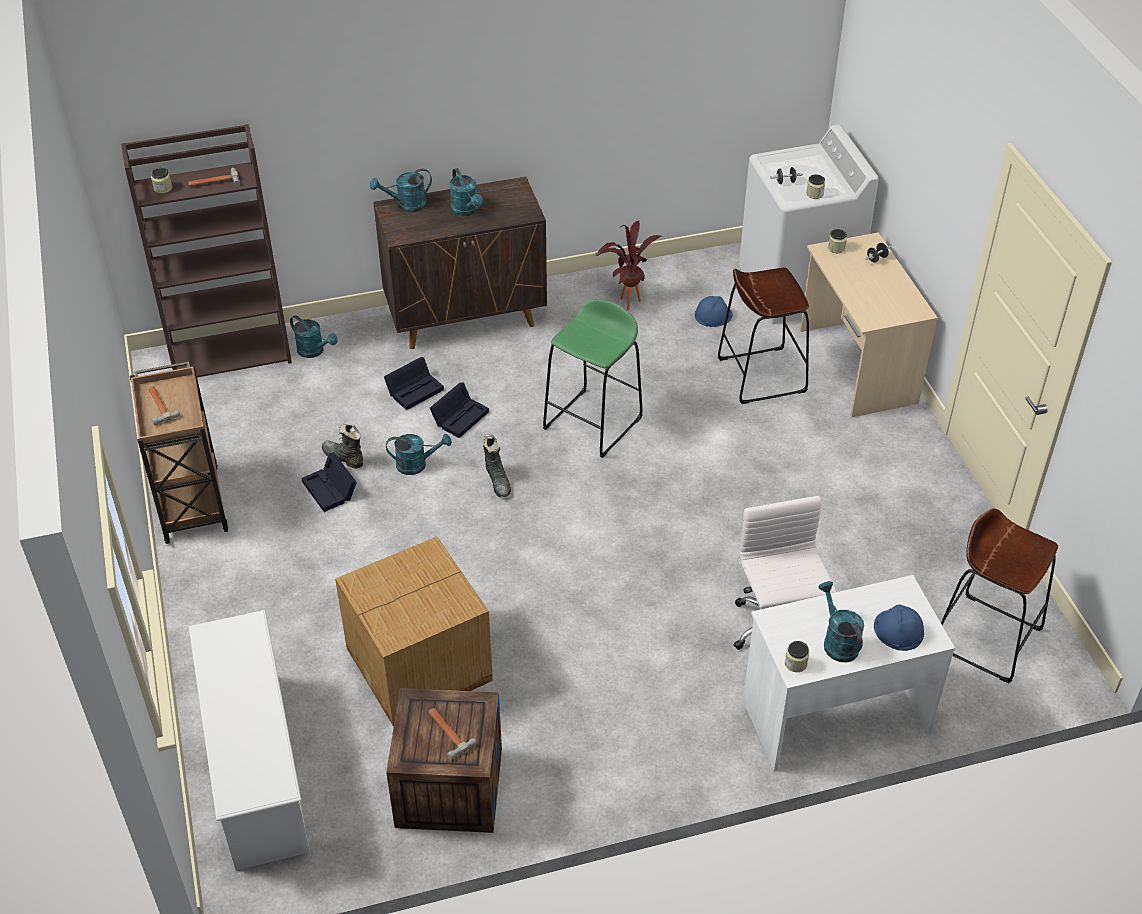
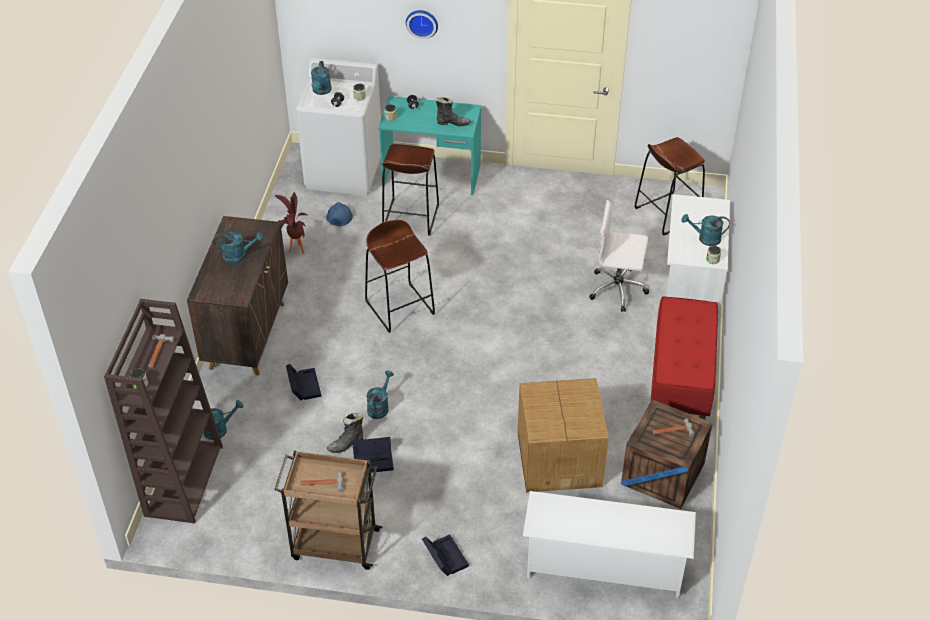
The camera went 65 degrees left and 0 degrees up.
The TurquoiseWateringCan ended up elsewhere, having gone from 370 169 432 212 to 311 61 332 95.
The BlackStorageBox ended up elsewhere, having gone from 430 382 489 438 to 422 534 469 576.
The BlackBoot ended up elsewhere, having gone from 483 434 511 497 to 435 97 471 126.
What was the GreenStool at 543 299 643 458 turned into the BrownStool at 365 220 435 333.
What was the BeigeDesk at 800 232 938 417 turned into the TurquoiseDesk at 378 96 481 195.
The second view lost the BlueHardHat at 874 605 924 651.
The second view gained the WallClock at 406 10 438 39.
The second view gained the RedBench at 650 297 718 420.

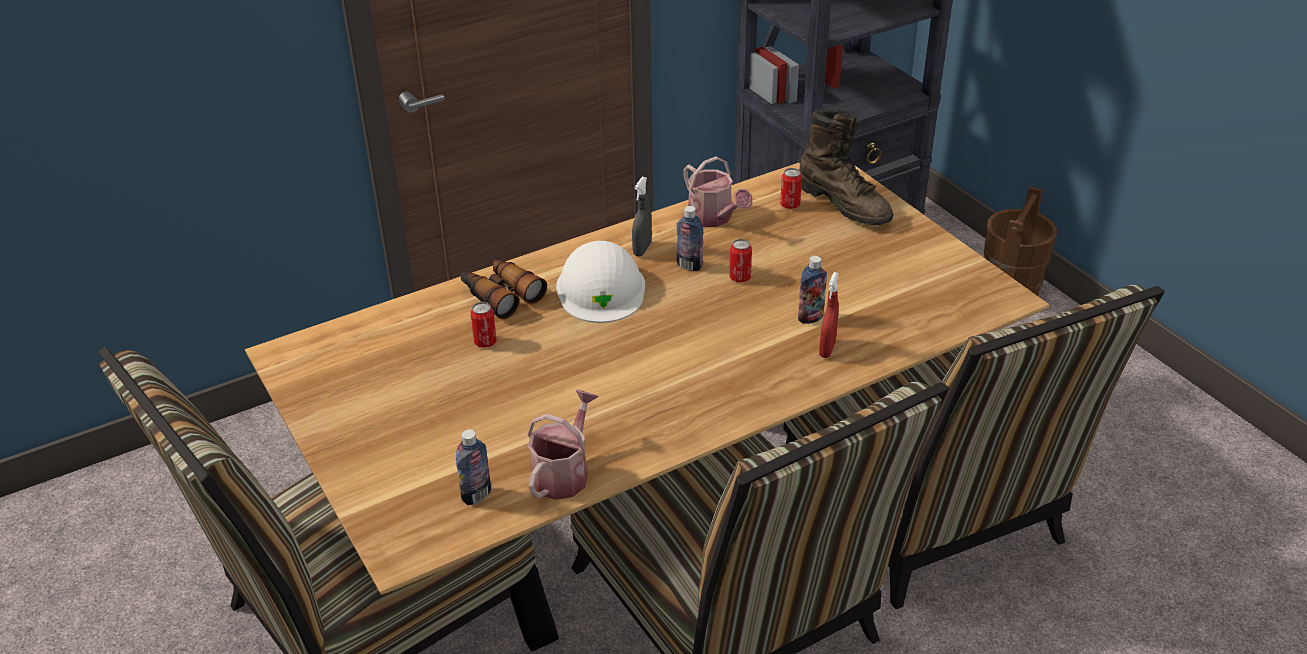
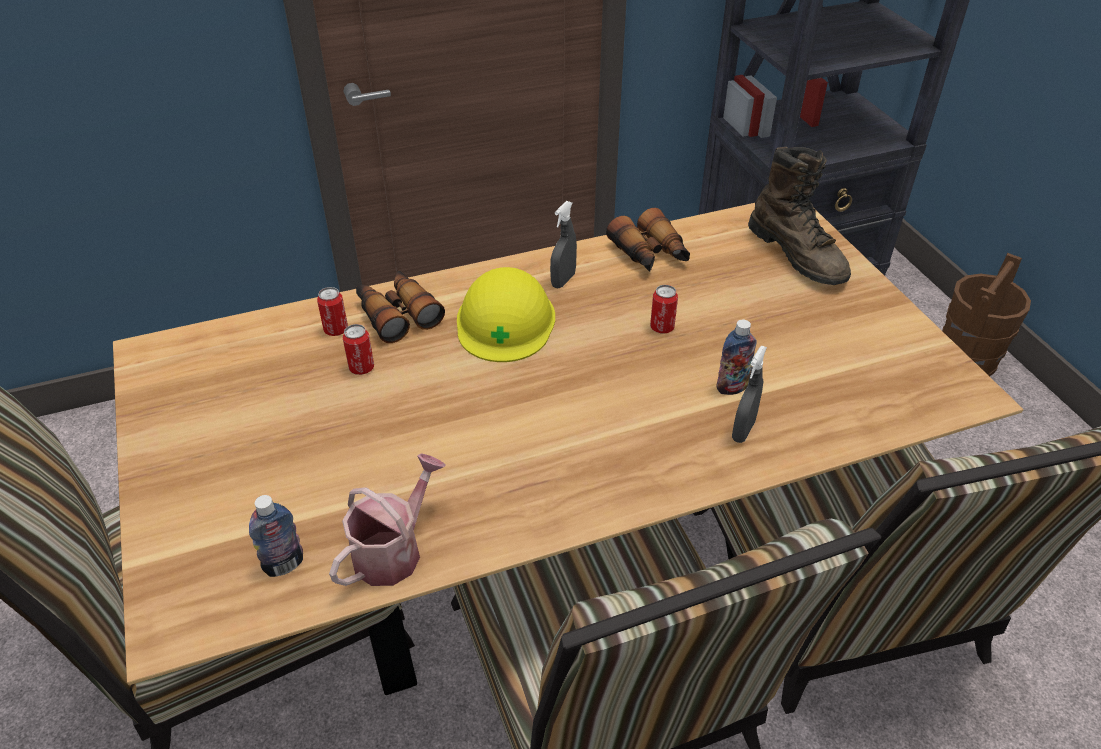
The camera went 10 degrees right and 5 degrees up.
What was the WhiteHardHat at 556 241 645 323 turned into the YellowHardHat at 457 267 555 362.
The second view lost the Bottle at 676 206 704 271.
Where the WateringCan stood at 683 157 752 227, the Binoculars came to stand at 606 208 690 272.
The Can ended up elsewhere, having gone from 780 168 802 209 to 317 287 348 336.
What was the RedSprayBottle at 819 272 839 358 turned into the GreySprayBottle at 732 345 767 443.

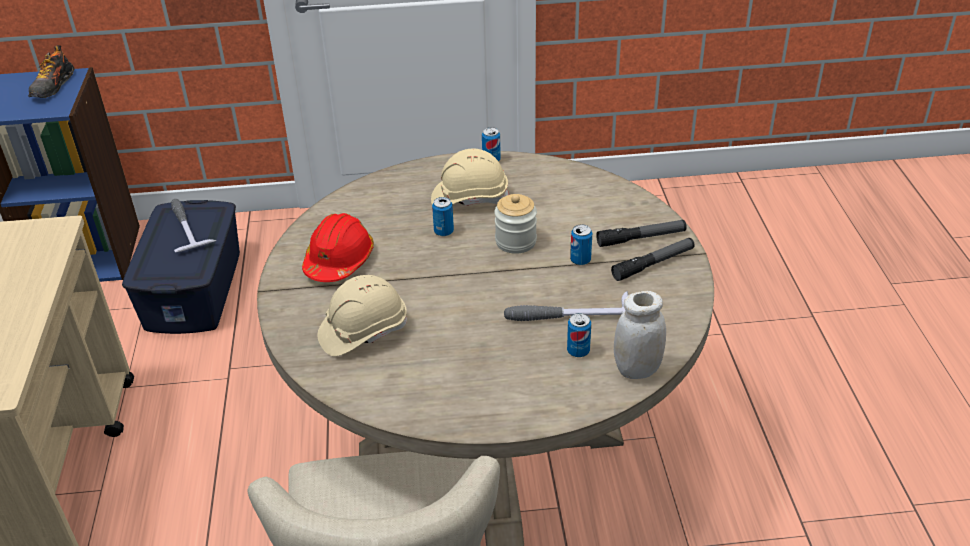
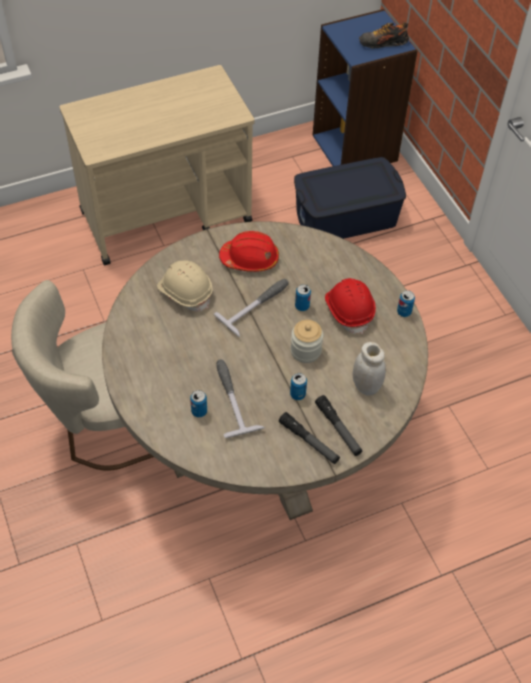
The camera went 70 degrees right and 15 degrees up.
The Hammer ended up elsewhere, having gone from 171 199 217 252 to 214 279 289 338.
What was the BeigeHardHat at 431 148 509 206 turned into the RedHardHat at 325 278 376 334.
The WhiteJar ended up elsewhere, having gone from 614 291 666 379 to 353 342 386 396.

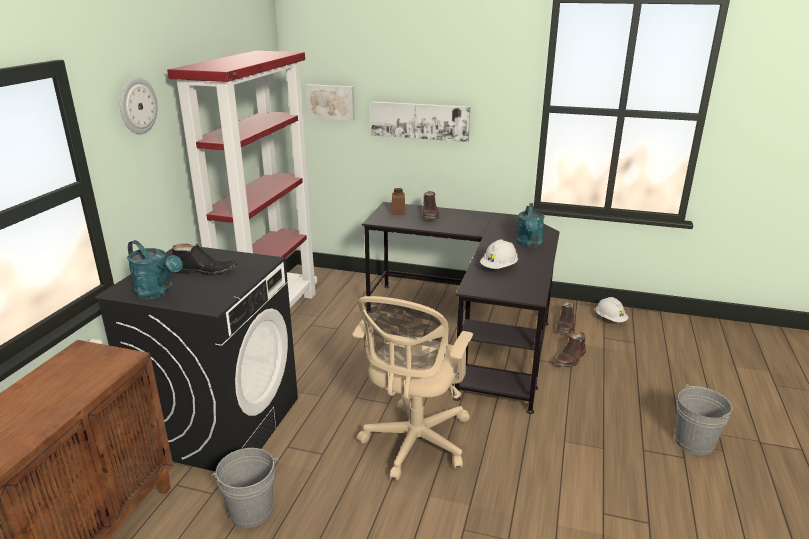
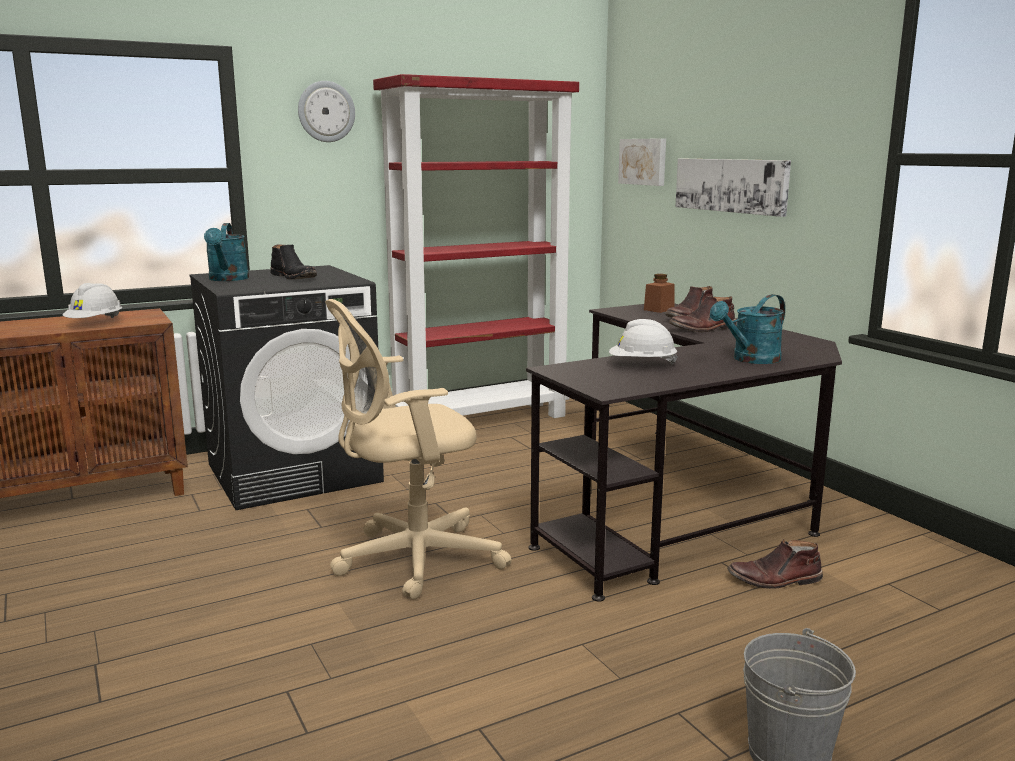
The camera went 45 degrees right and 10 degrees down.
The second view lost the GreyBucket at 211 448 278 528.
The BrownBoot ended up elsewhere, having gone from 556 300 575 334 to 669 295 736 332.
The WhiteHardHat ended up elsewhere, having gone from 595 297 629 322 to 62 283 122 318.

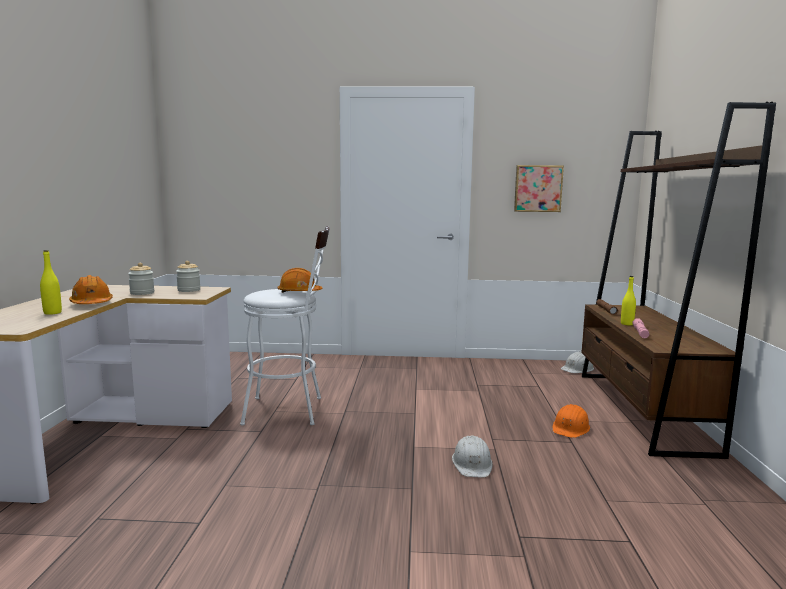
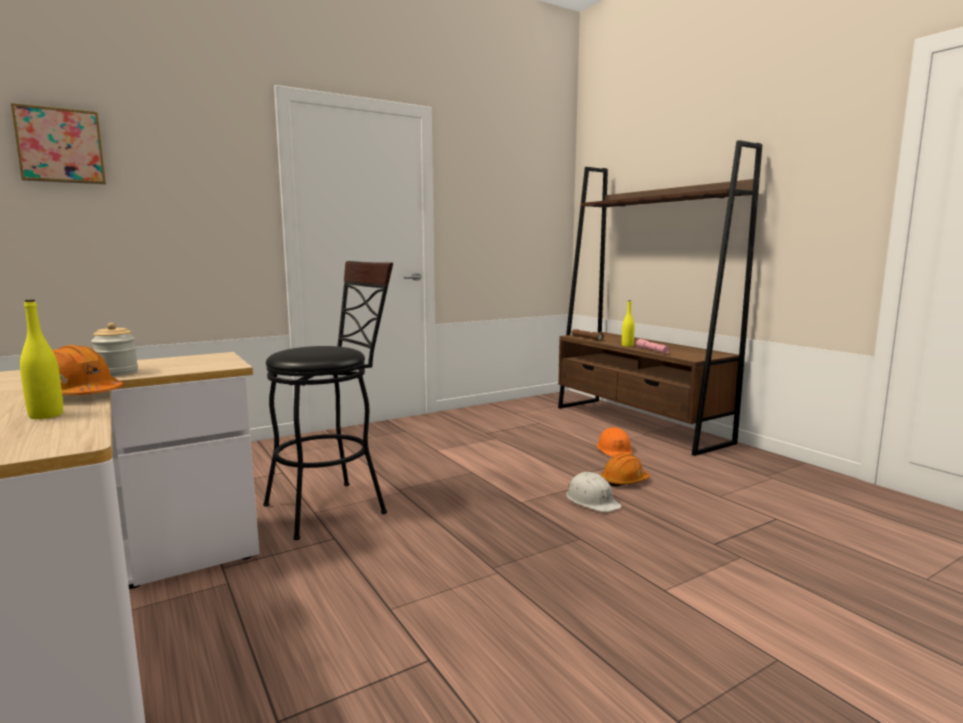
The camera went 35 degrees left and 0 degrees up.
The second view lost the Jar at 176 261 201 292.
What was the WhiteStool at 240 226 329 426 turned into the BlackStool at 263 261 393 540.
The OrangeHardHat ended up elsewhere, having gone from 277 268 323 293 to 601 453 650 487.
The Picture ended up elsewhere, having gone from 514 165 564 212 to 11 103 106 184.
The second view lost the WhiteHardHat at 561 351 594 373.

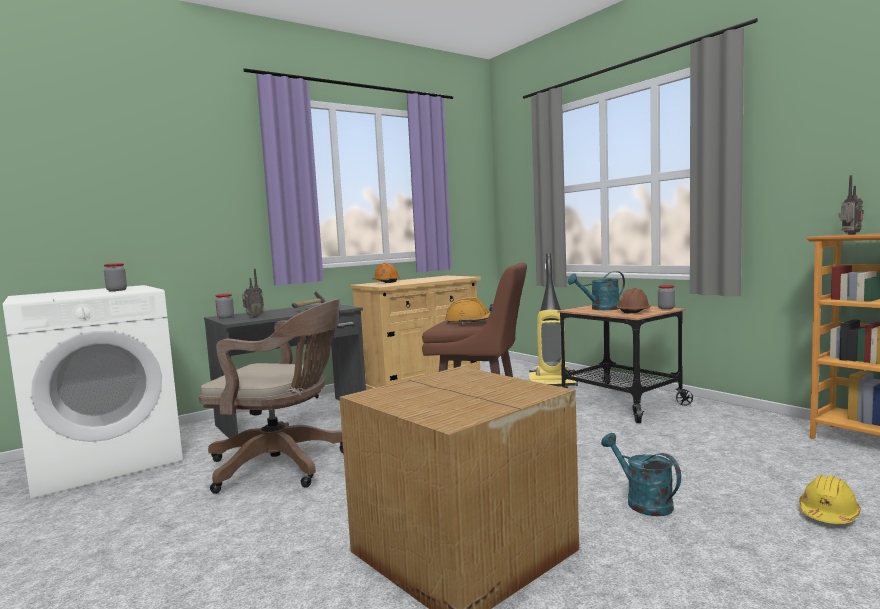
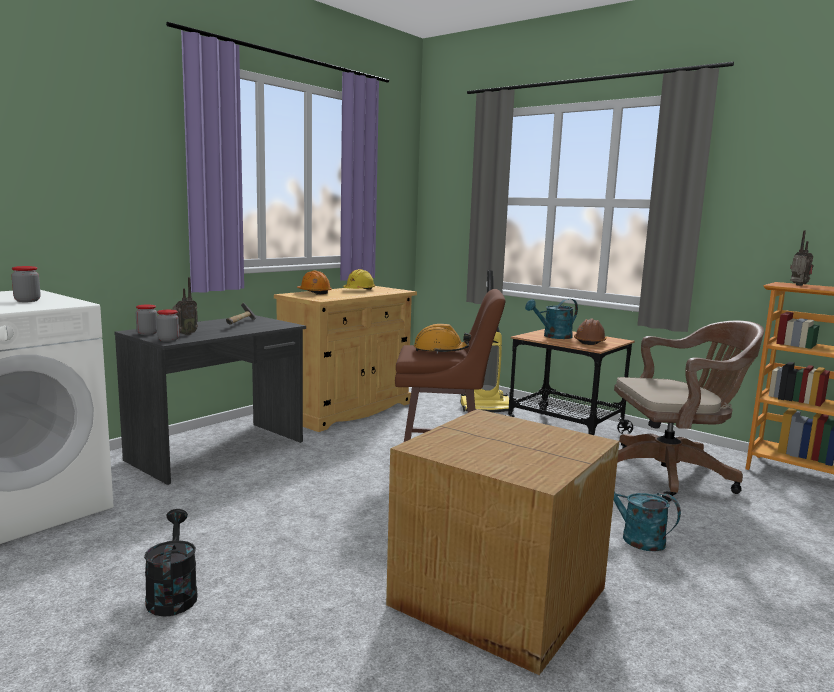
The camera went 15 degrees left and 5 degrees up.
The BrownOfficeChair ended up elsewhere, having gone from 199 299 343 494 to 614 321 764 502.
The Jar ended up elsewhere, having gone from 658 285 675 309 to 157 310 179 342.
The YellowHardHat ended up elsewhere, having gone from 799 475 861 524 to 343 269 375 290.
The second view gained the BlackWateringCan at 144 509 197 616.

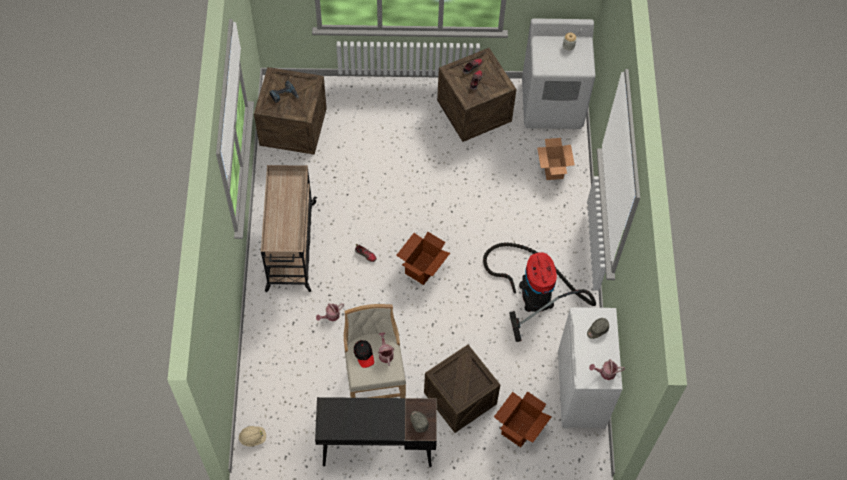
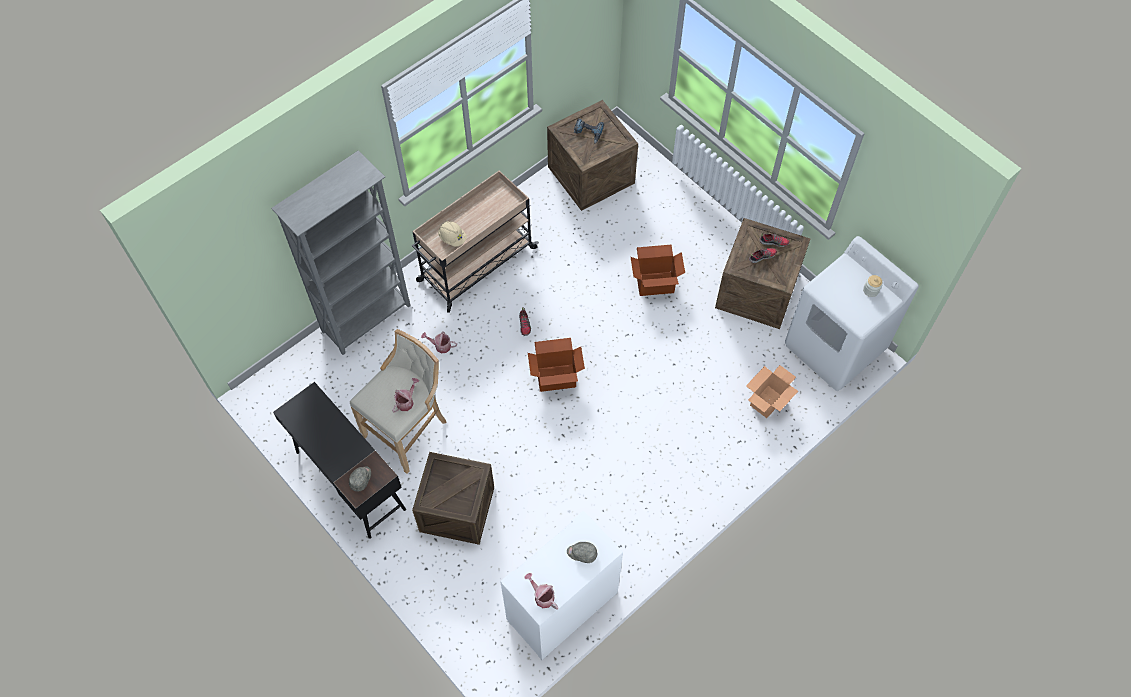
The camera went 50 degrees right and 0 degrees up.
The BeigeHardHat ended up elsewhere, having gone from 239 426 266 447 to 438 221 467 247.
The second view lost the BlackCap at 354 340 374 368.
The second view lost the VacuumCleaner at 483 243 596 342.
The CardboardBox ended up elsewhere, having gone from 494 391 551 447 to 631 245 685 296.
The second view gained the GreyBookcase at 271 150 410 355.

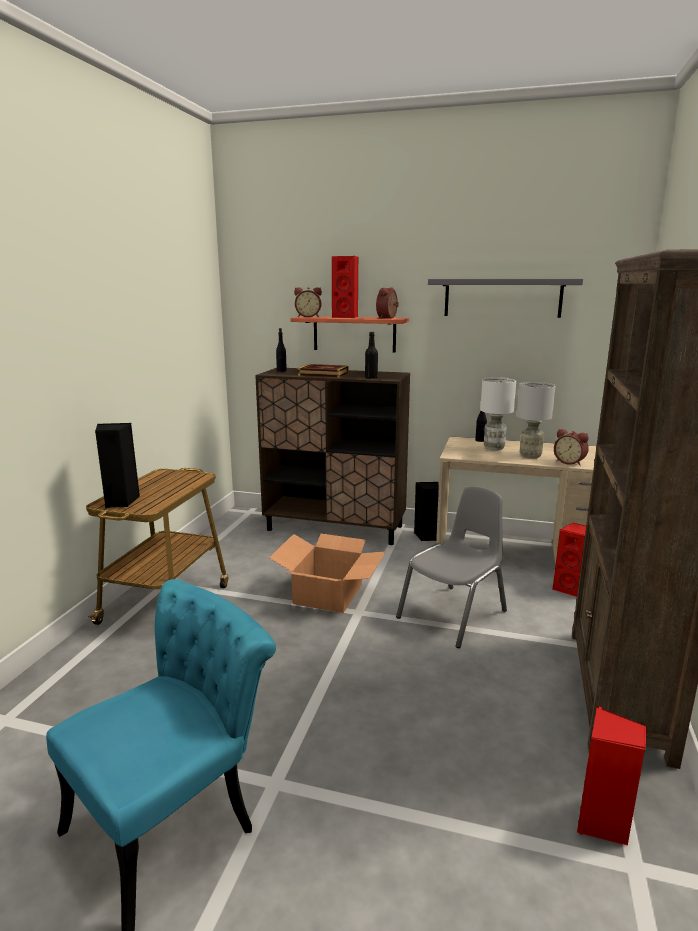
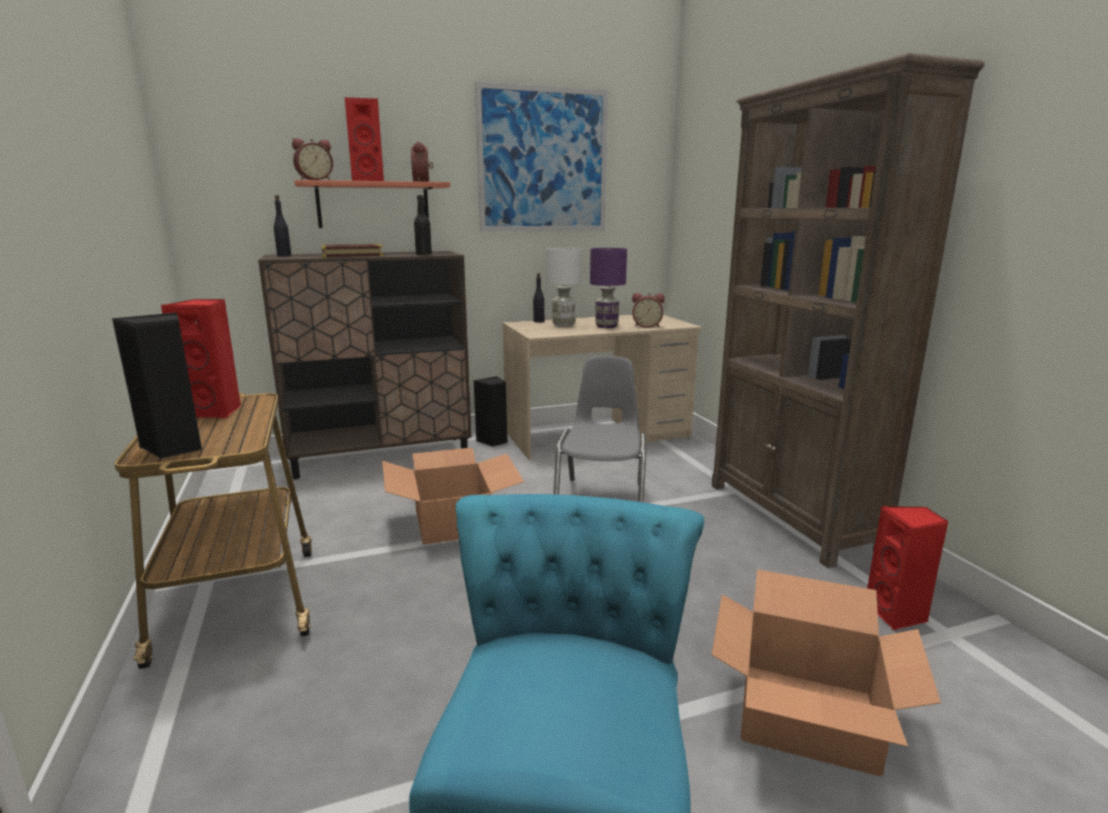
The camera went 35 degrees left and 0 degrees up.
Where the GreyShelf hung at 428 279 583 318, the Picture came to hang at 475 81 608 232.
What was the GreyTableLamp at 517 382 555 459 turned into the PurpleTableLamp at 590 248 627 328.
The RedSpeaker ended up elsewhere, having gone from 552 523 586 597 to 161 299 241 419.
The second view gained the CardboardBox at 712 569 941 777.

